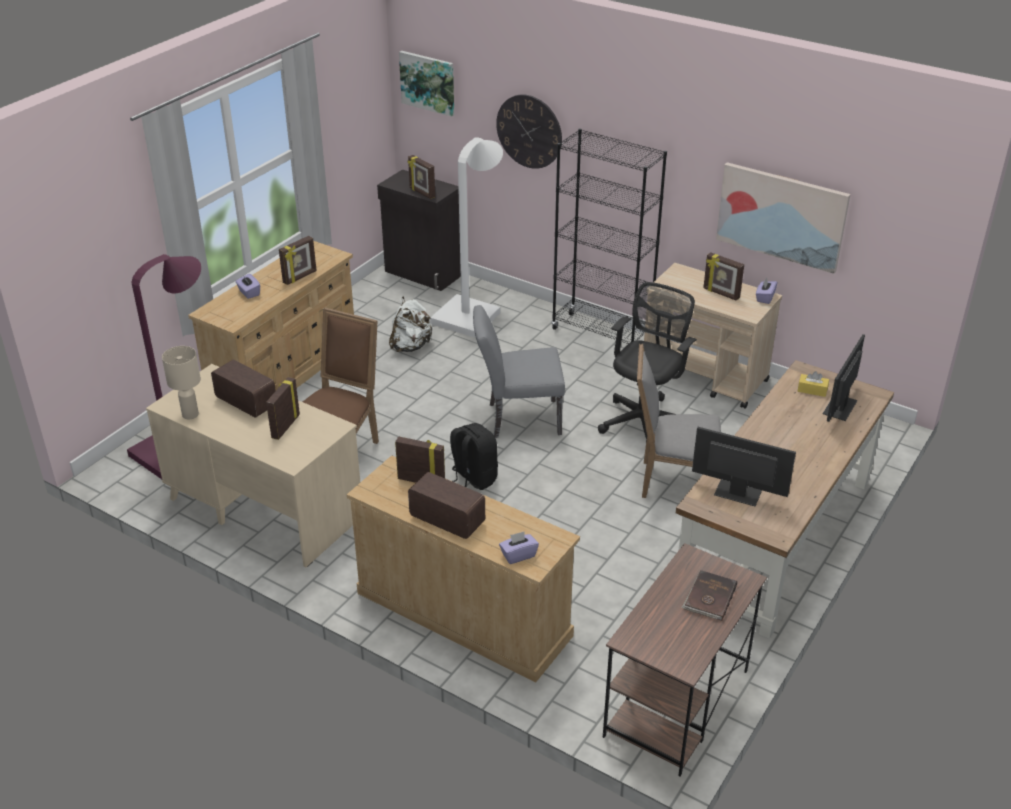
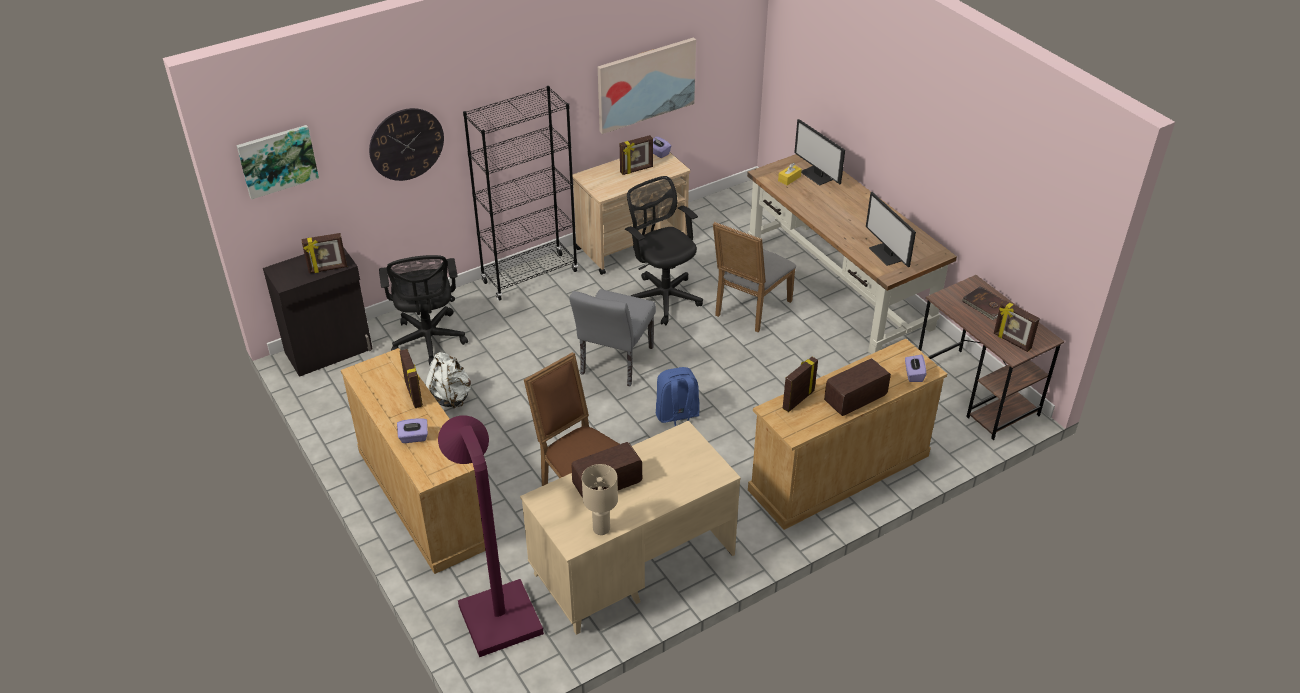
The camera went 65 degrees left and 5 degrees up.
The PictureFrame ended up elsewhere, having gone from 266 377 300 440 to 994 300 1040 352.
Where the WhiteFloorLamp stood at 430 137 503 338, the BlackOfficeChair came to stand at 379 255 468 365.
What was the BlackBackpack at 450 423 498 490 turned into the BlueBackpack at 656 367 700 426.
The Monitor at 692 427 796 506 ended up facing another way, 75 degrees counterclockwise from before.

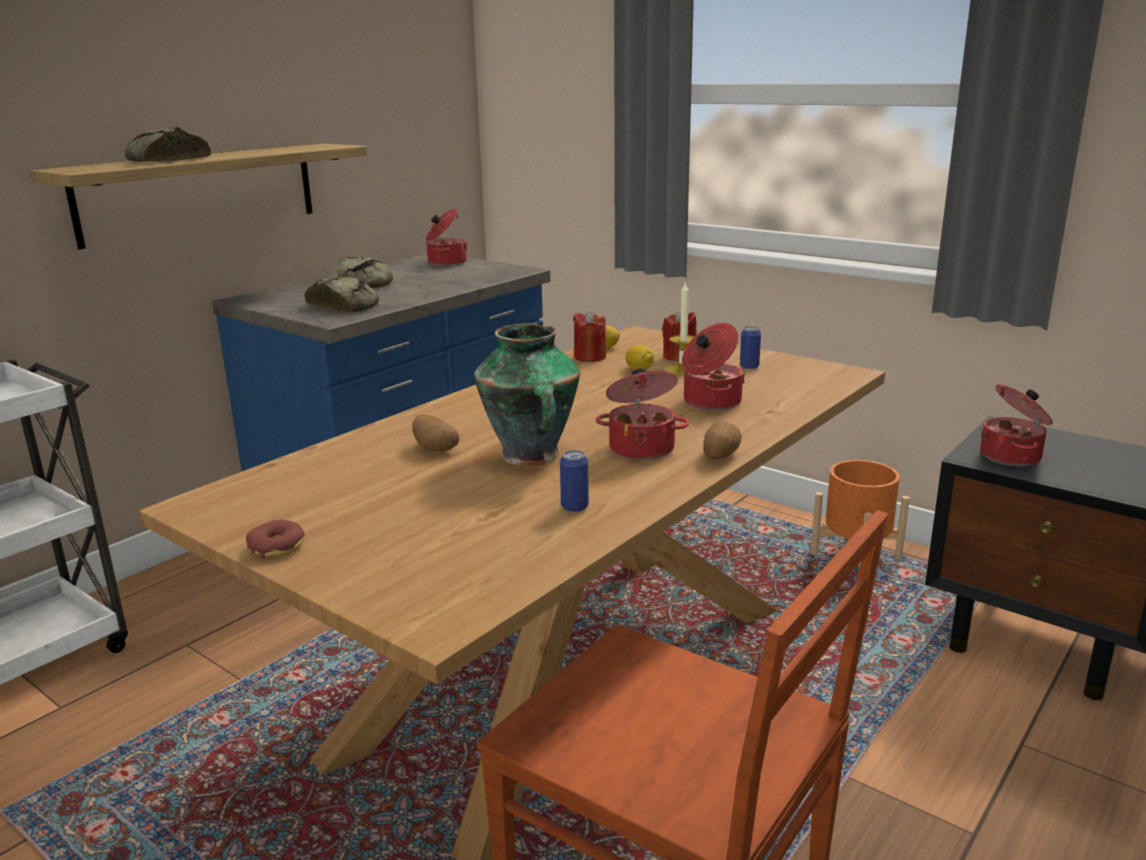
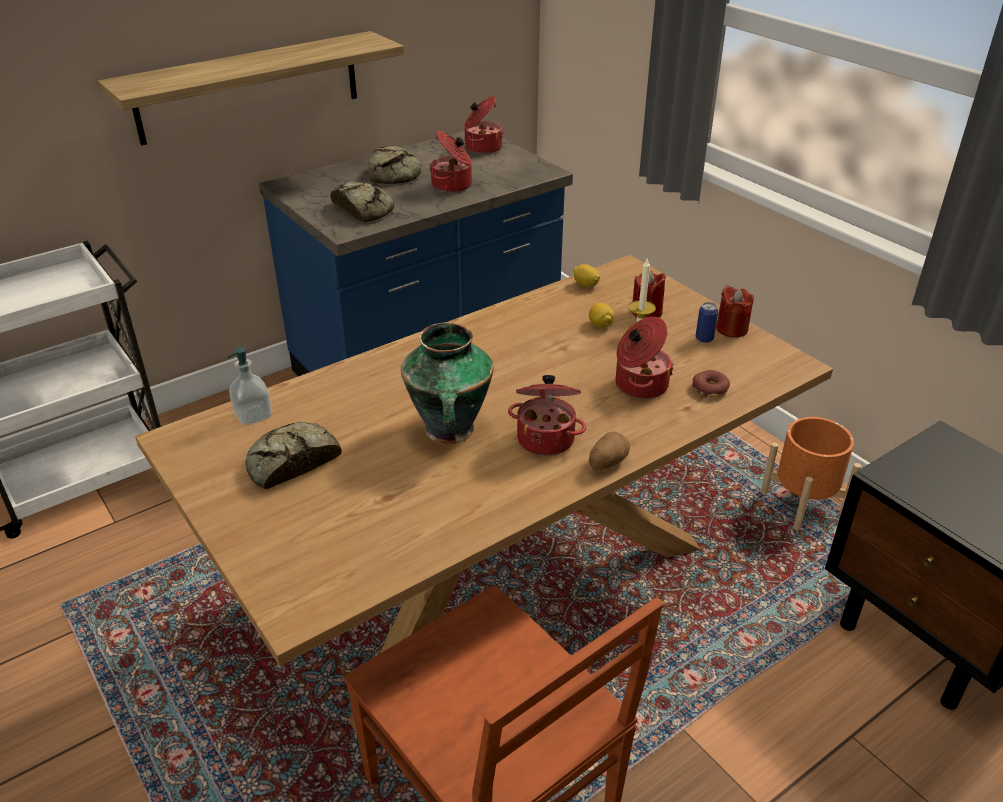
The camera went 15 degrees right and 15 degrees up.
The Bread ended up elsewhere, having gone from 125 127 211 162 to 246 422 342 489.
The Donut ended up elsewhere, having gone from 246 520 305 558 to 692 370 730 397.
The second view lost the Potato at 412 415 459 451.
The second view lost the Can at 560 450 589 512.
The RedCandle ended up elsewhere, having gone from 573 311 606 362 to 716 286 754 338.
The CookingPot ended up elsewhere, having gone from 980 384 1053 466 to 430 131 472 193.
The second view gained the SoapDispenser at 228 347 272 425.

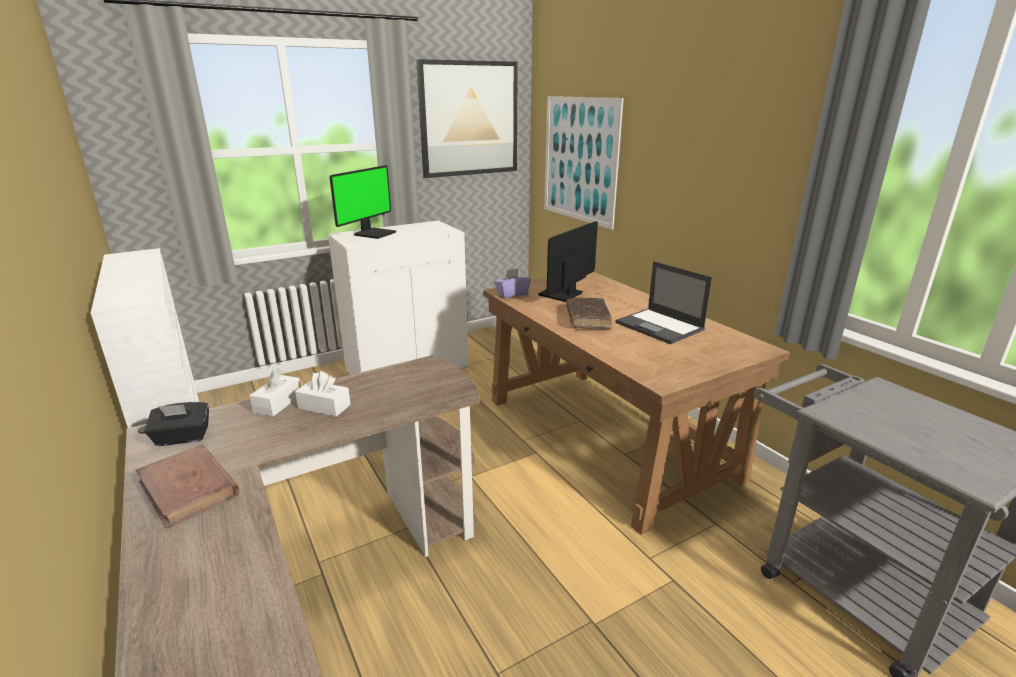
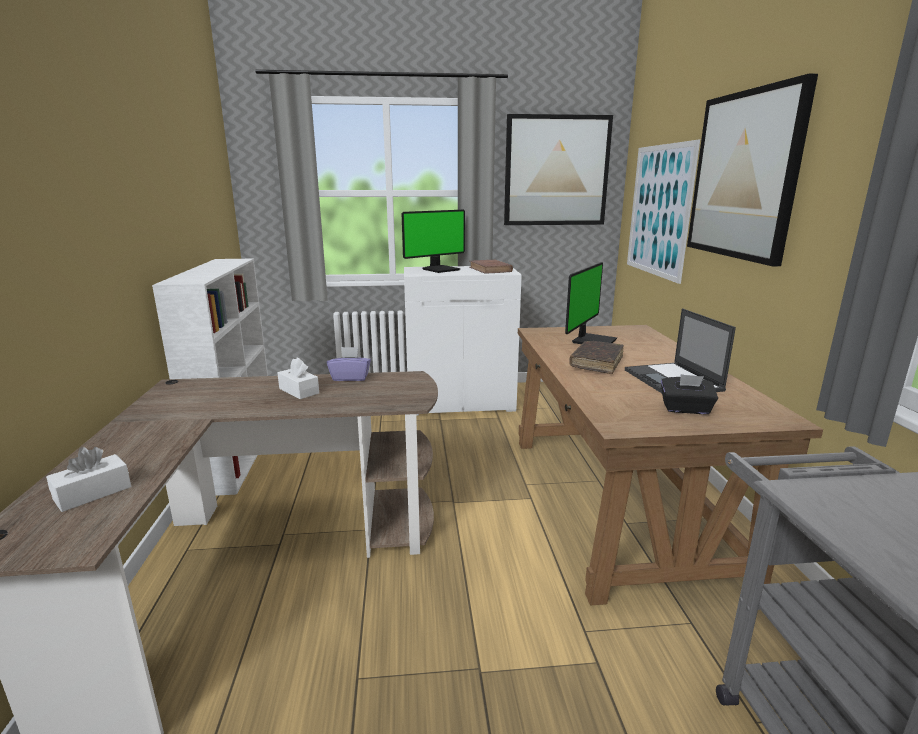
The camera went 25 degrees right and 5 degrees down.
The BrownBook ended up elsewhere, having gone from 135 445 239 529 to 469 260 513 273.
The BlackTissueBox ended up elsewhere, having gone from 144 402 209 446 to 661 374 718 414.
The WhiteTissueBox ended up elsewhere, having gone from 249 368 301 417 to 46 447 131 512.
The PurpleTissueBox ended up elsewhere, having gone from 494 269 531 298 to 327 347 371 381.
The Monitor at 538 221 598 302 ended up facing another way, 150 degrees clockwise from before.
The second view gained the Picture at 687 74 818 266.

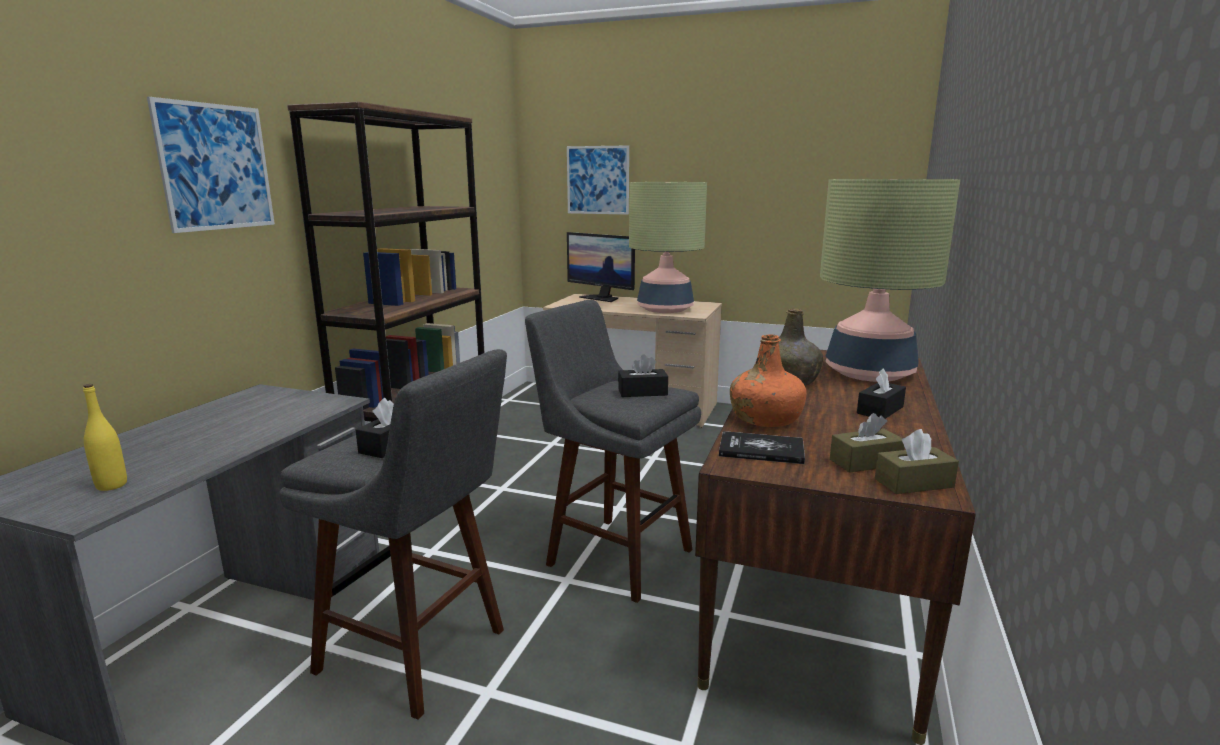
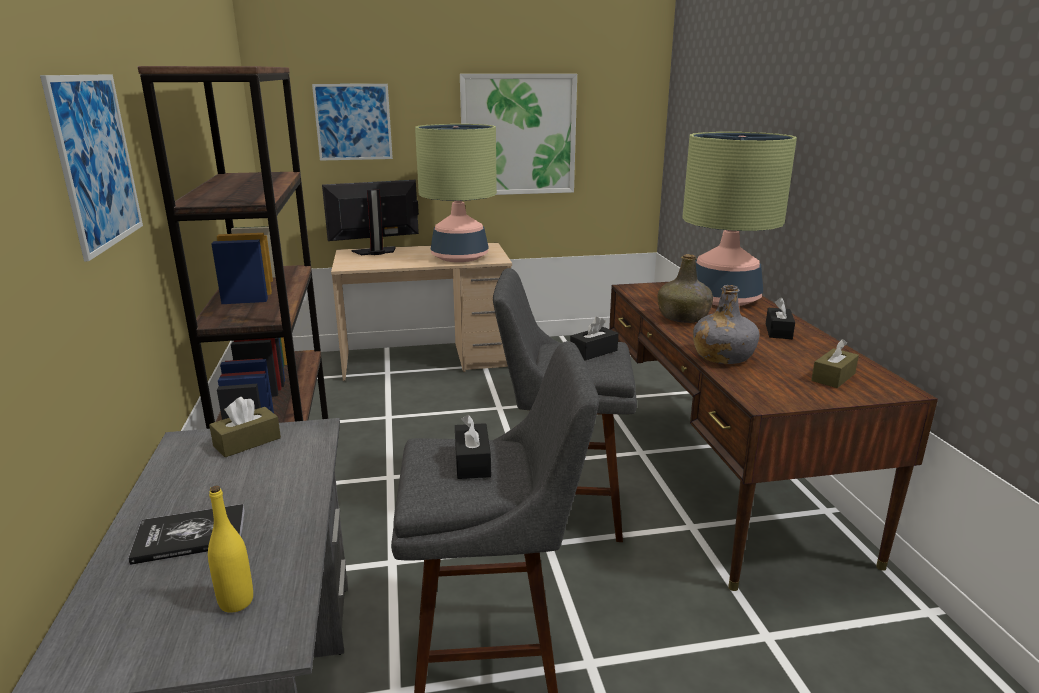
The camera went 30 degrees left and 5 degrees up.
The Monitor at 567 232 635 302 ended up facing another way, 150 degrees clockwise from before.
The Book ended up elsewhere, having gone from 719 431 805 464 to 128 504 244 565.
What was the OrangeBottle at 730 334 806 427 turned into the GreyBottle at 693 285 759 364.
The BrownTissueBox ended up elsewhere, having gone from 875 429 959 494 to 209 397 281 457.
The second view gained the Picture at 460 74 577 195.

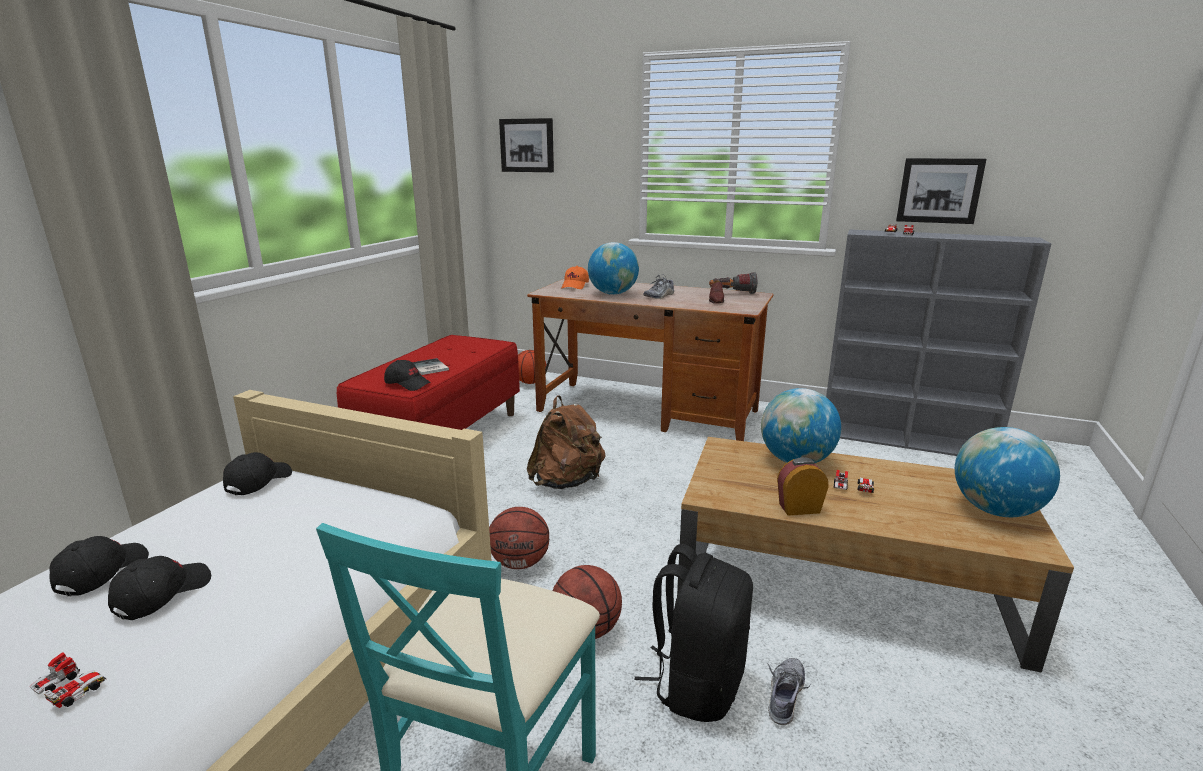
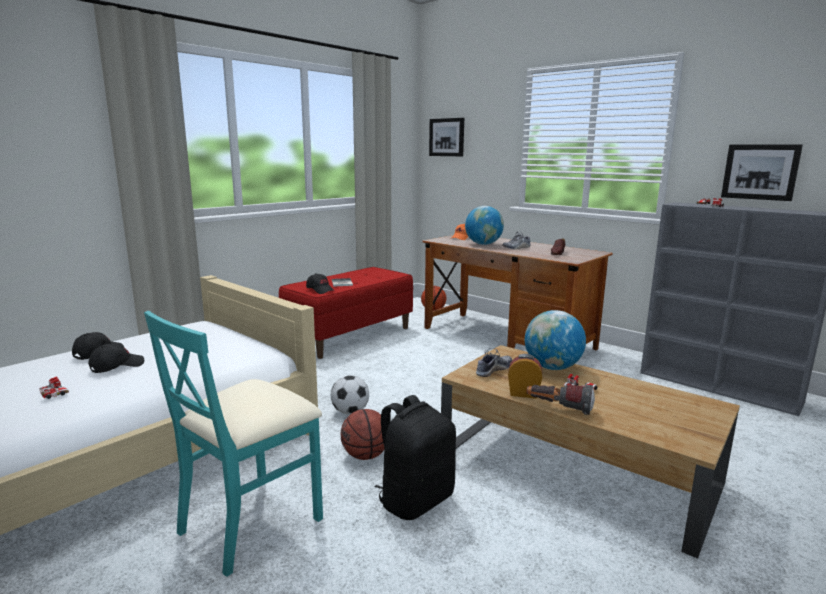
The camera went 20 degrees right and 5 degrees down.
The second view lost the BlackCap at 223 452 292 496.
Where the Basketball stood at 489 507 549 569, the Football came to stand at 331 375 369 414.
The second view lost the BrownBackpack at 527 395 606 489.
The Flashlight ended up elsewhere, having gone from 709 272 758 294 to 526 385 595 415.
The Shoe ended up elsewhere, having gone from 768 658 810 725 to 476 348 512 377.
The second view lost the Globe at 955 427 1060 517.

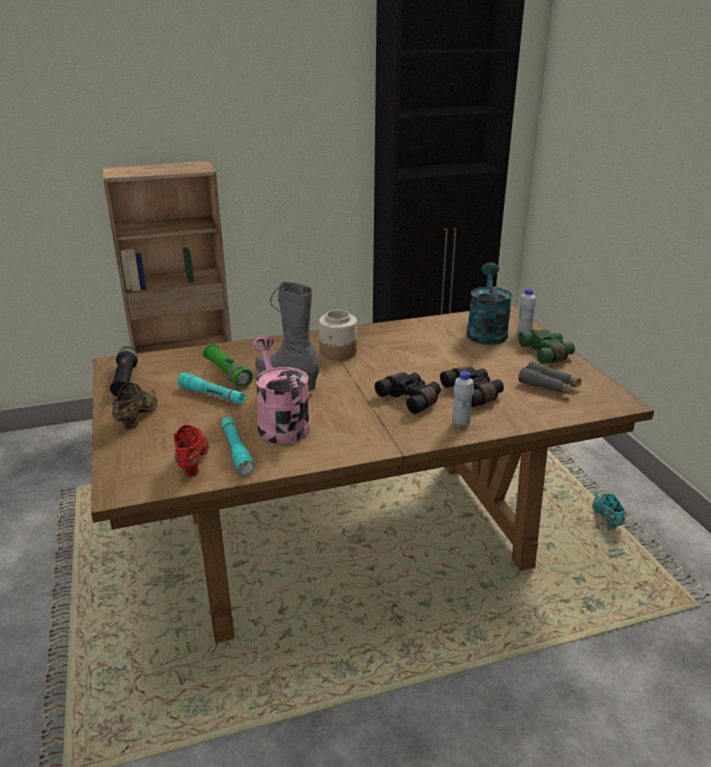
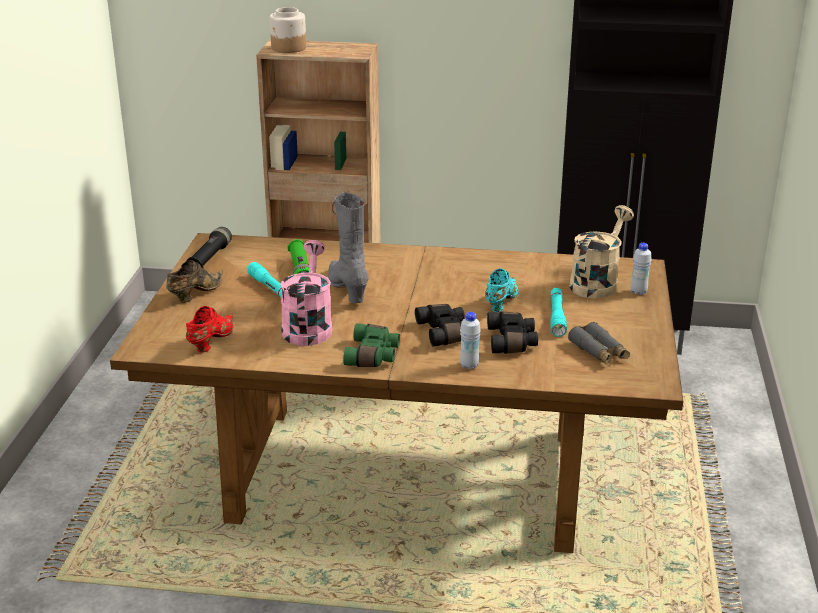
The camera went 25 degrees right and 0 degrees up.
The TurquoiseFlashlight ended up elsewhere, having gone from 221 417 254 475 to 550 288 567 337.
The Jar ended up elsewhere, having gone from 319 310 357 360 to 270 7 306 53.
What was the TurquoiseWateringCan at 467 262 512 345 turned into the BeigeWateringCan at 569 205 634 299.
The GreenBinoculars ended up elsewhere, having gone from 518 330 575 364 to 343 324 400 367.
The TurquoiseShoe ended up elsewhere, having gone from 592 492 625 529 to 485 268 519 312.

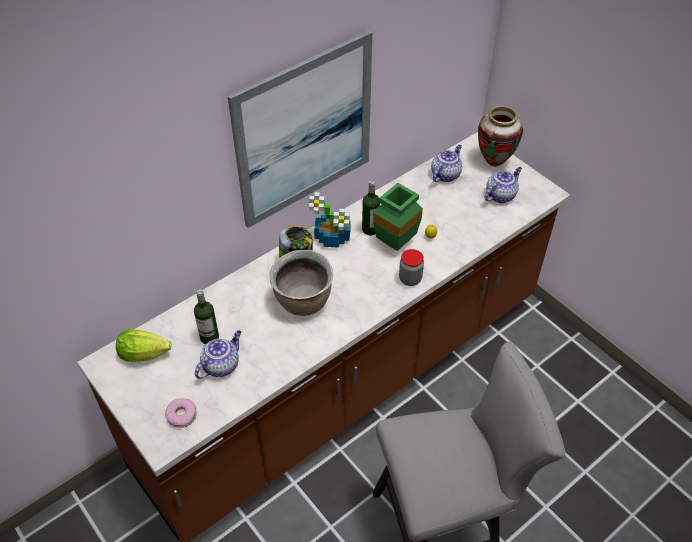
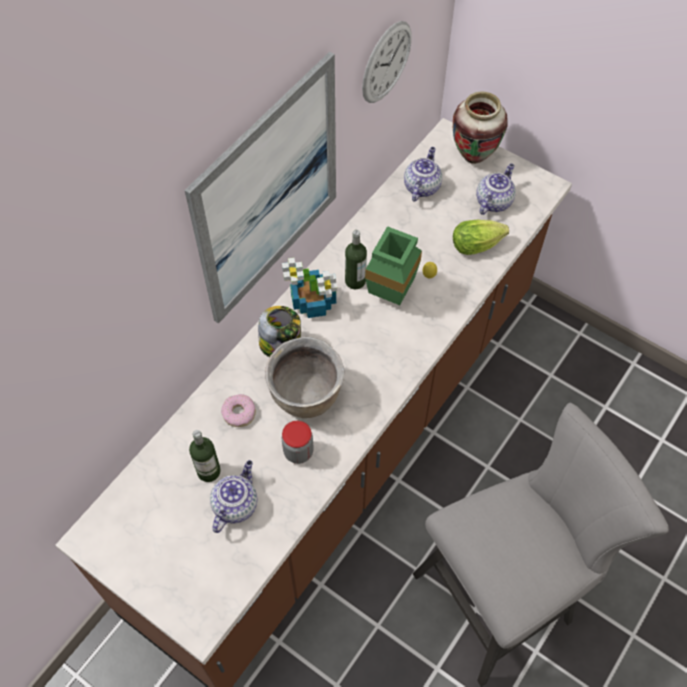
The camera went 15 degrees left and 10 degrees up.
The Lettuce ended up elsewhere, having gone from 116 329 172 362 to 453 220 509 255.
The Donut ended up elsewhere, having gone from 165 398 197 428 to 221 394 256 427.
The Jar ended up elsewhere, having gone from 399 249 424 286 to 282 421 314 464.
The second view gained the WallClock at 362 21 412 103.

